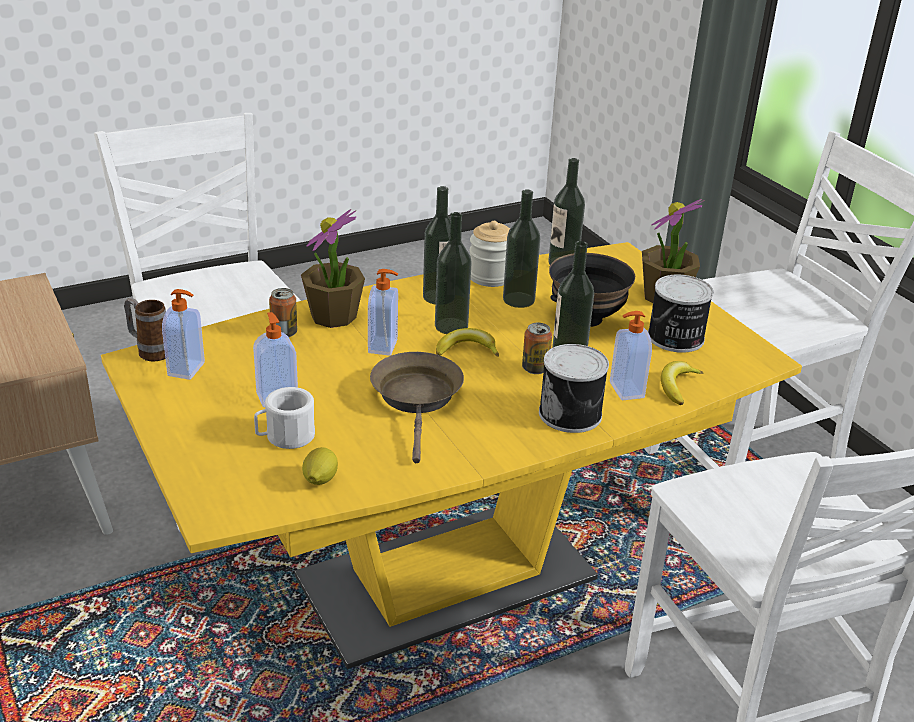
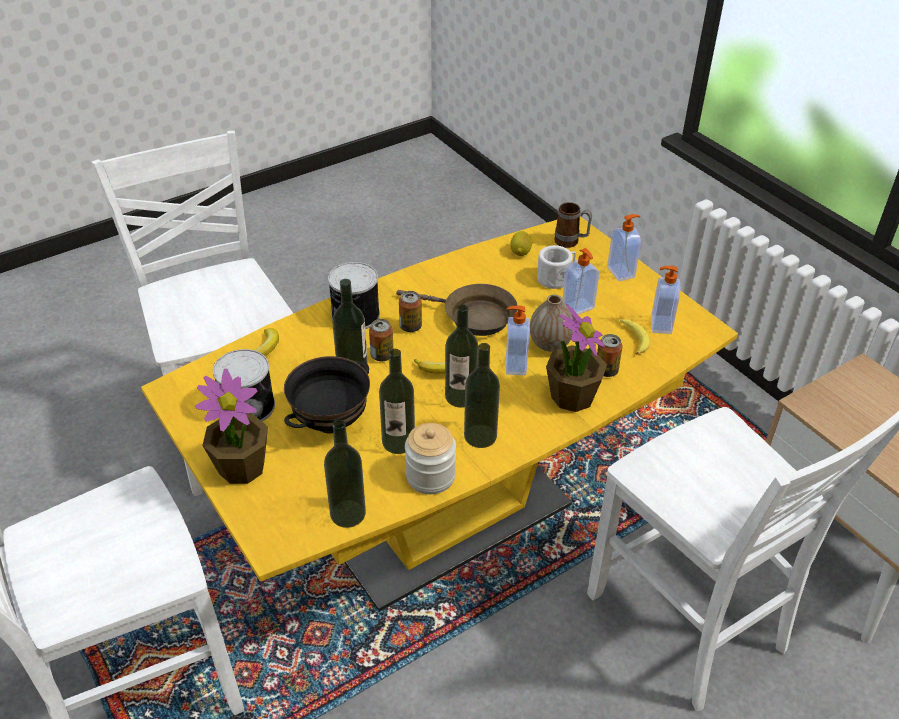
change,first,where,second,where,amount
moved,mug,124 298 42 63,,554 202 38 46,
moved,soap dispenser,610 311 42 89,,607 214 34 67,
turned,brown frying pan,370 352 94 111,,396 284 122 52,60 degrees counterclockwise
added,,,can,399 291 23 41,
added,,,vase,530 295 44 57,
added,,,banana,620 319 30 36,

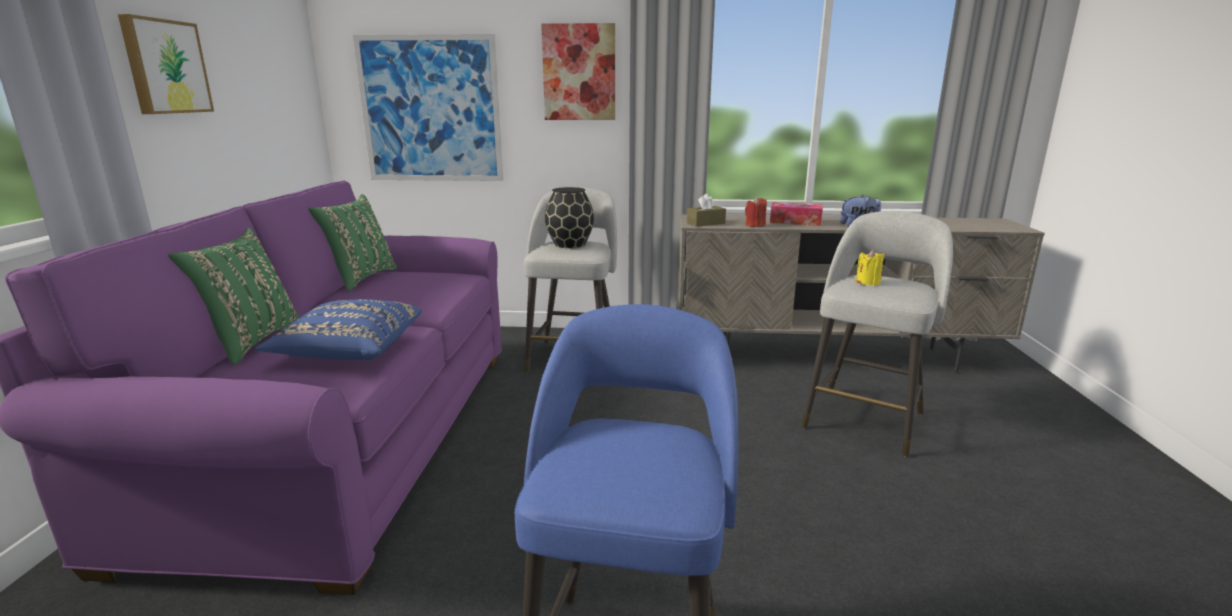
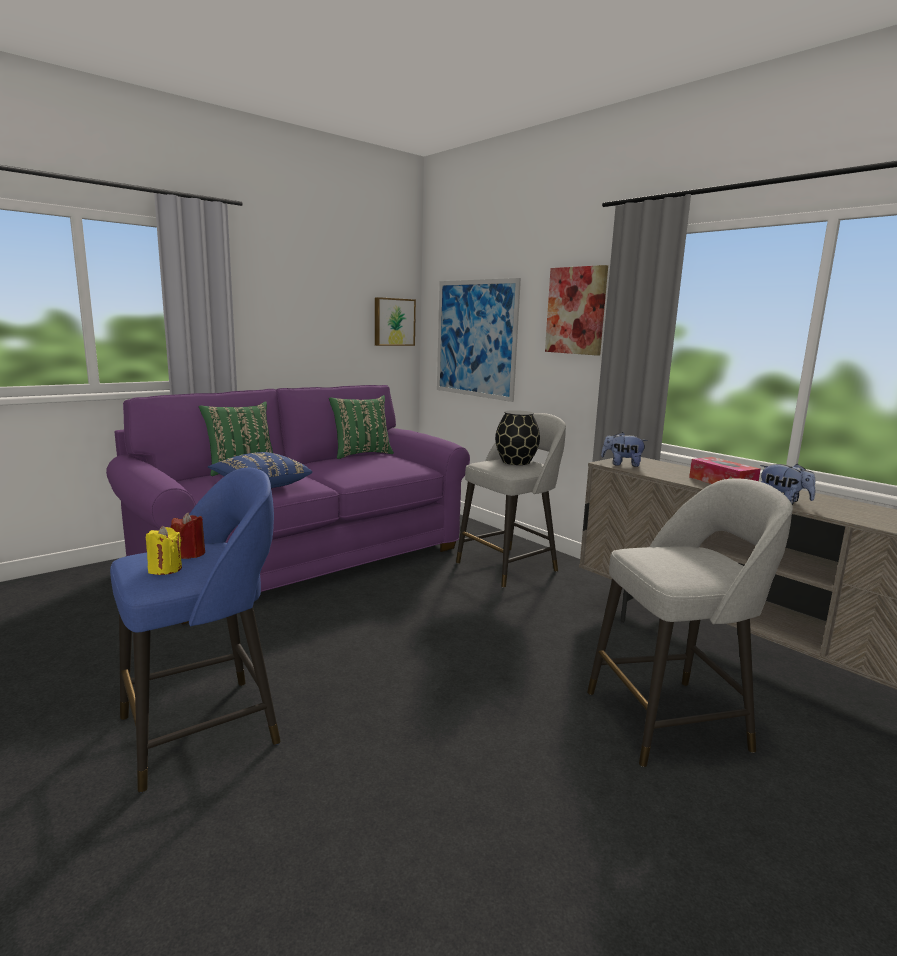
change,first,where,second,where,amount
moved,picture,118 14 96 100,,375 297 41 49,
replaced,brown tissue box,687 194 39 33,plush toy,601 432 47 35,
moved,red candle,745 197 22 30,,171 512 34 47,
moved,yellow candle,856 249 29 37,,146 526 36 49,

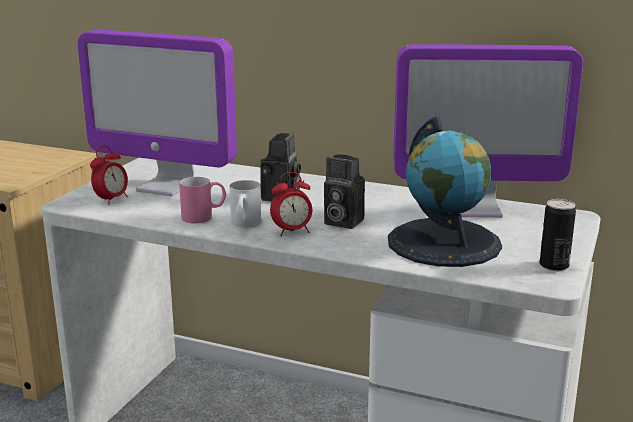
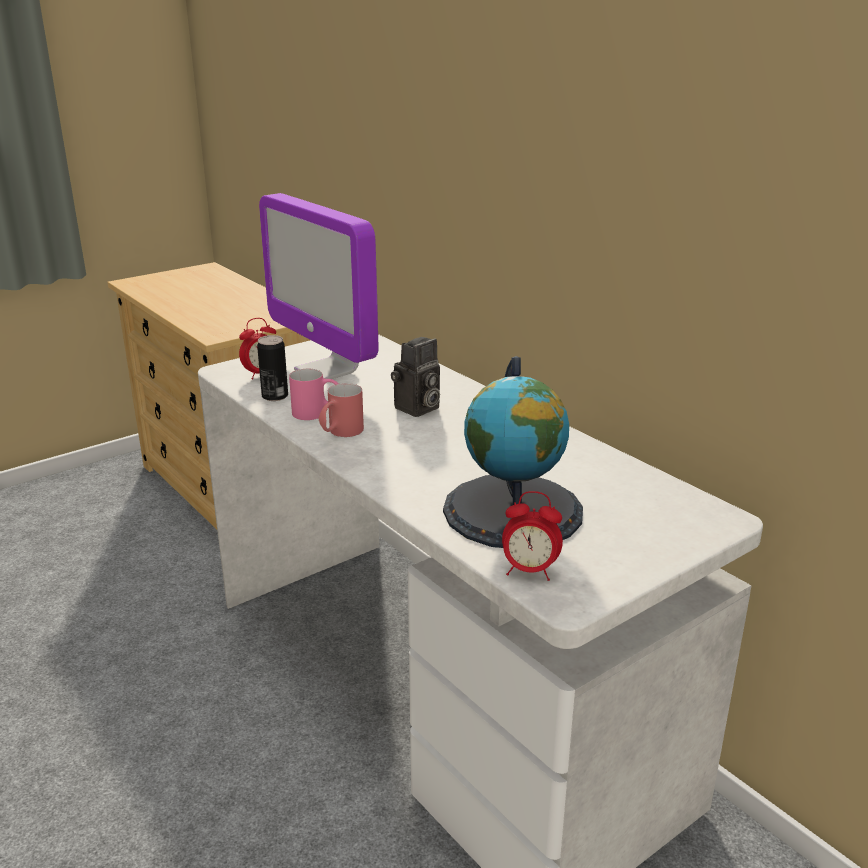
change,first,where,second,where,amount
removed,monitor,393 44 190 174,,,
removed,photo camera,324 154 41 75,,,
moved,alarm clock,270 172 42 64,,502 491 61 90,
recoloured,white mug,230 180 31 48,red mug,319 383 45 54,
moved,can,540 199 36 72,,257 335 31 66,

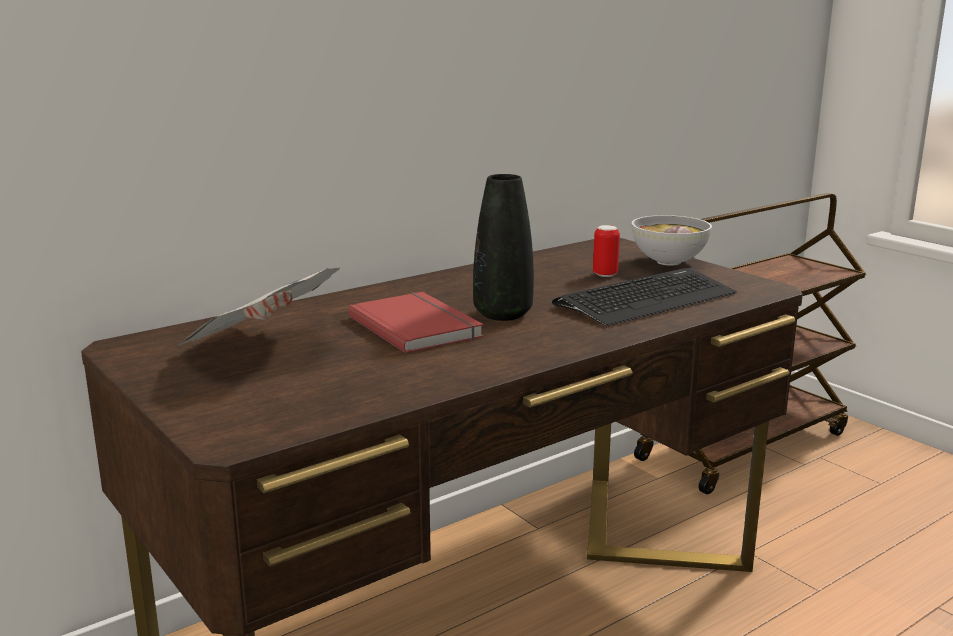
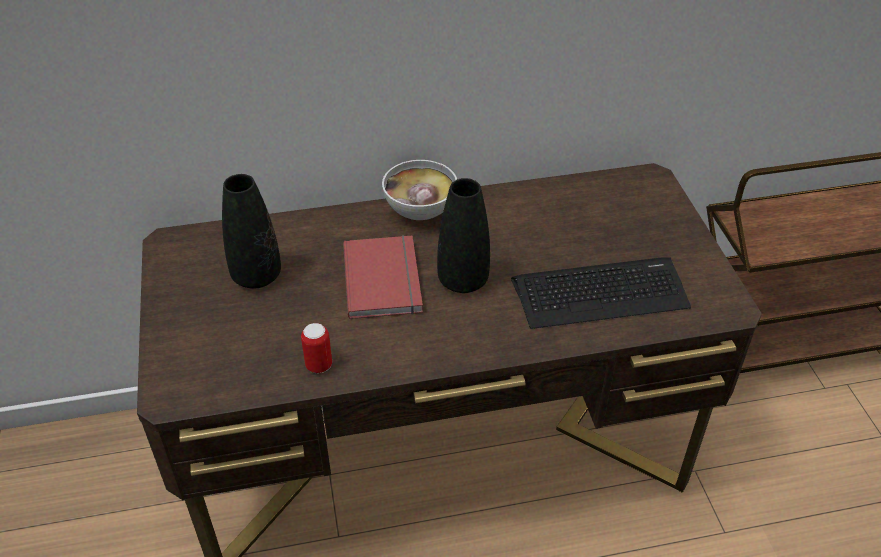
change,first,where,second,where,amount
moved,bowl,632 215 80 51,,382 160 75 60,
moved,can,593 225 27 52,,301 323 31 50,
replaced,newspaper,177 268 163 77,black vase,222 174 59 115,

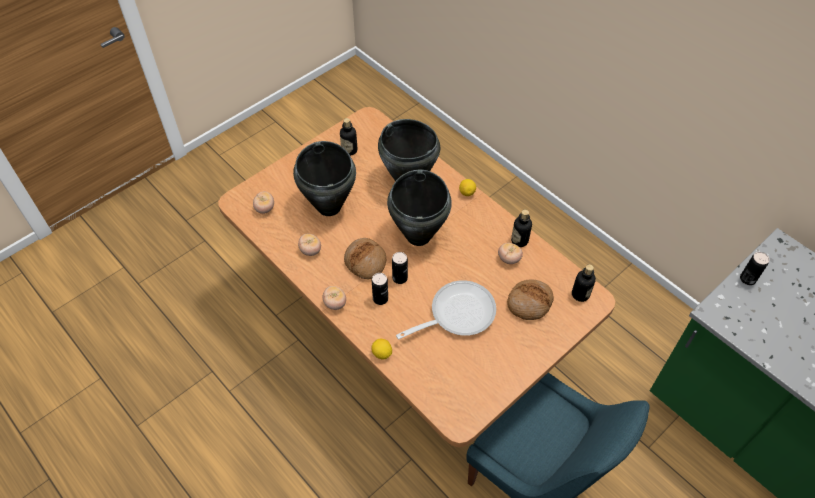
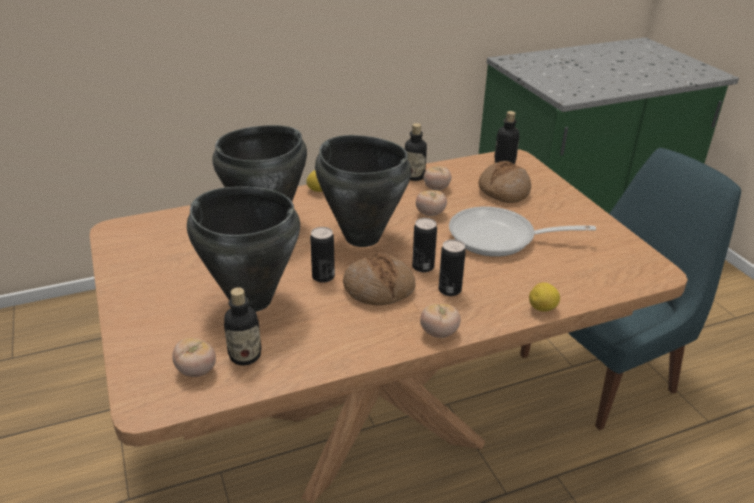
change,first,where,second,where,amount
moved,bottle,340 118 17 38,,224 287 37 79,
moved,tomato,298 234 23 22,,416 190 31 26,
moved,can,740 252 29 33,,310 227 25 56,
turned,frying pan,396 280 100 59,,449 207 147 50,75 degrees counterclockwise

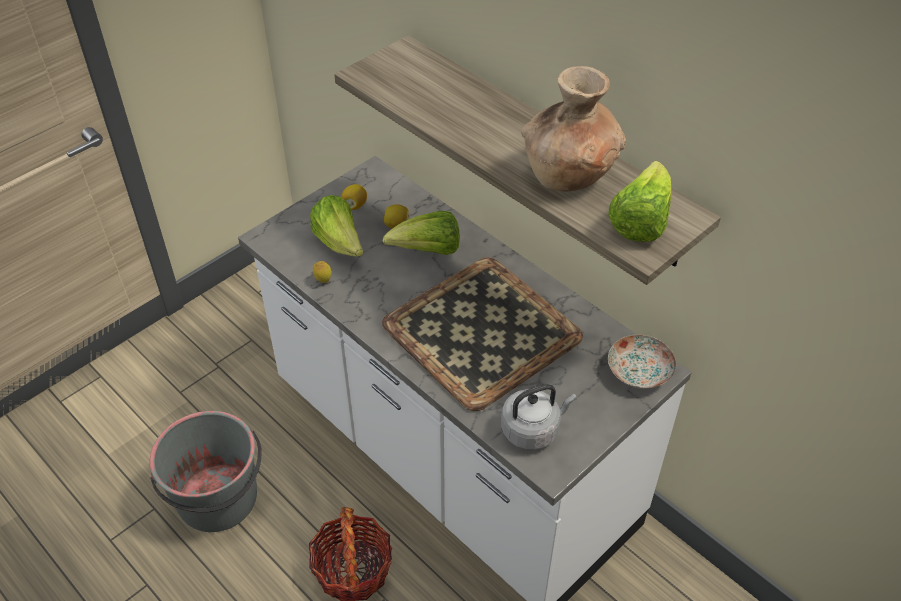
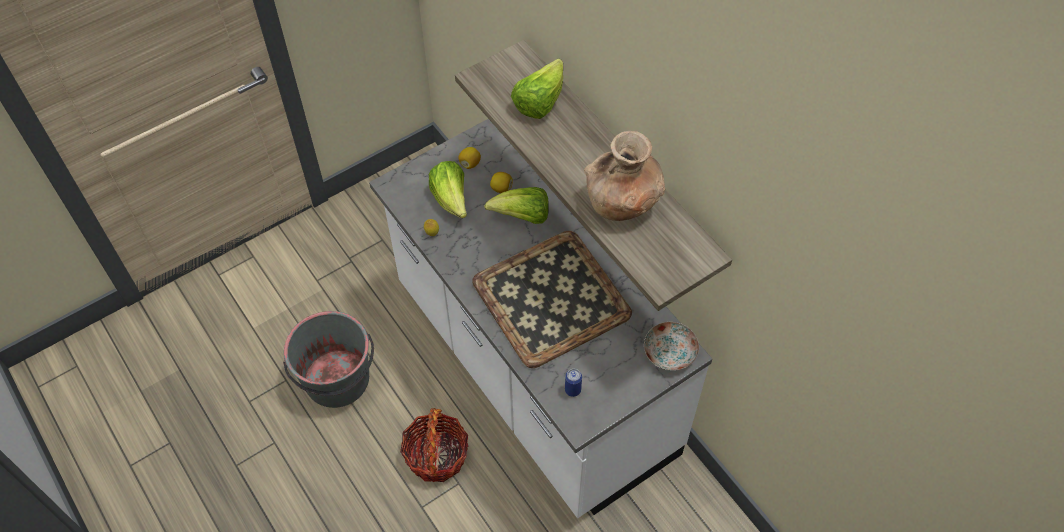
change,first,where,second,where,amount
moved,lettuce,608 161 64 81,,511 58 52 61,
replaced,grey kettle,501 384 76 66,can,565 369 17 28,

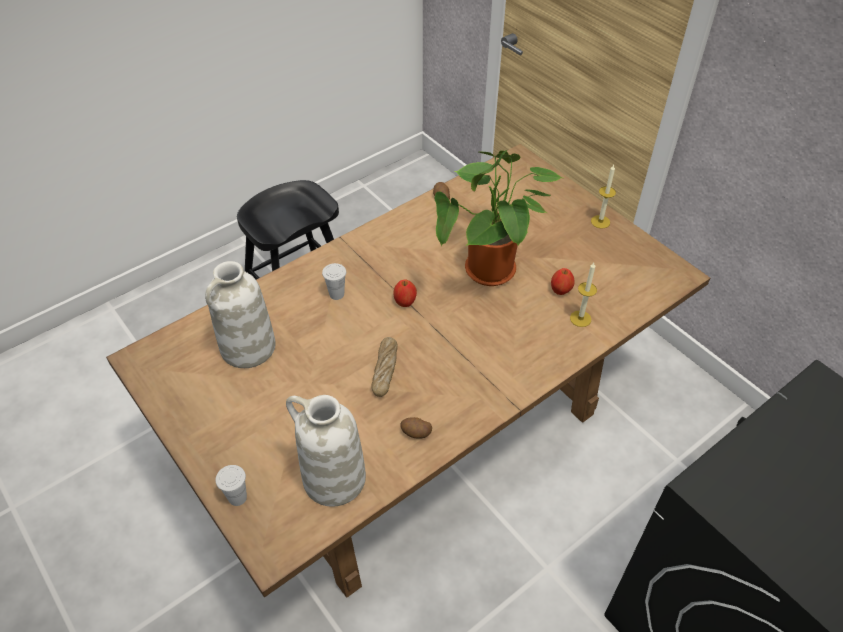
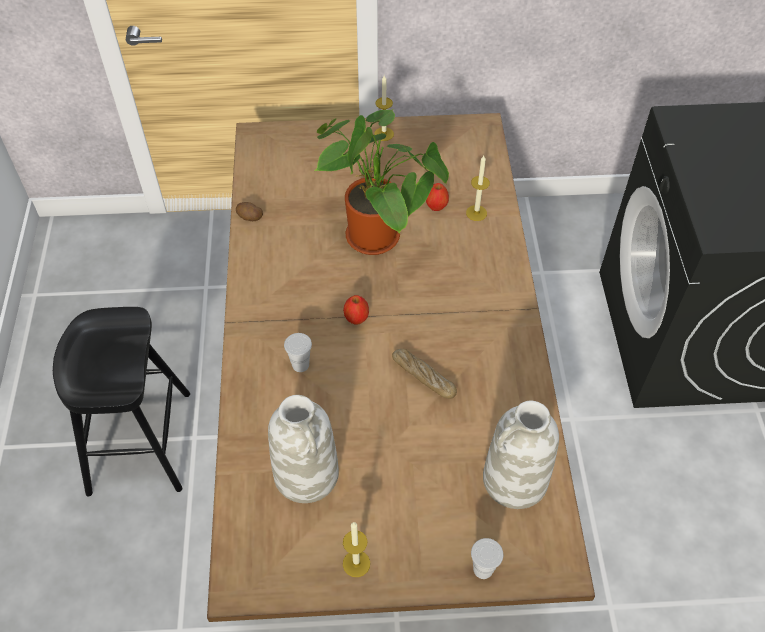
change,first,where,second,where,amount
removed,potato,400 417 32 21,,,
added,,,candle,343 522 27 55,

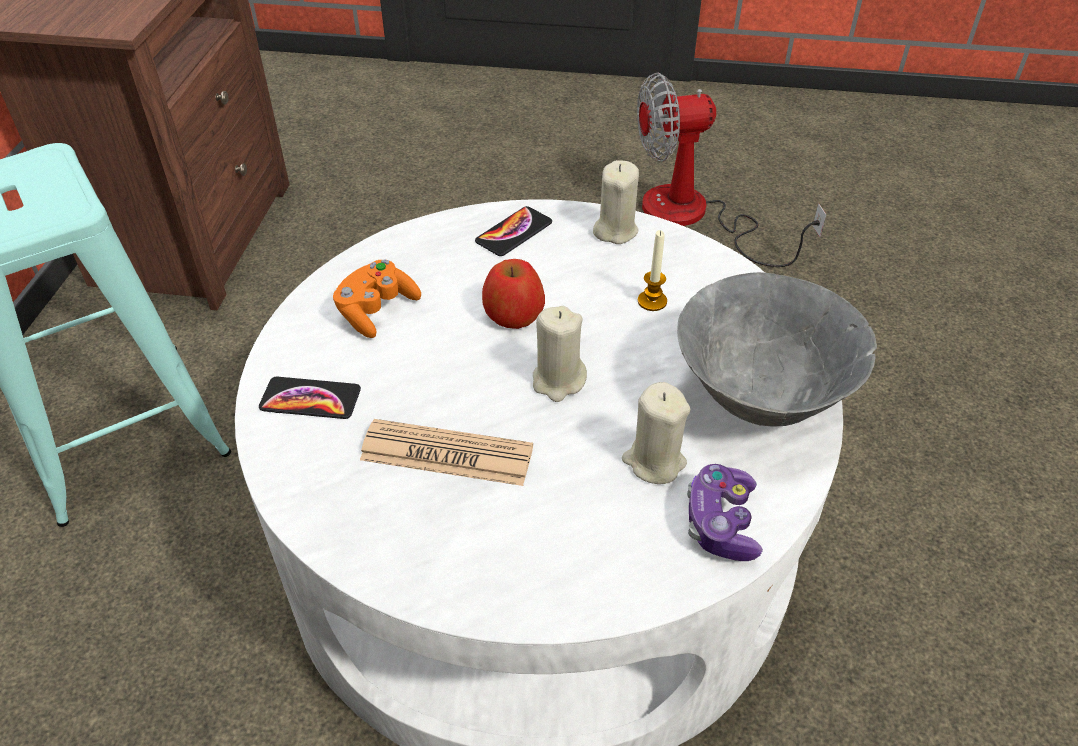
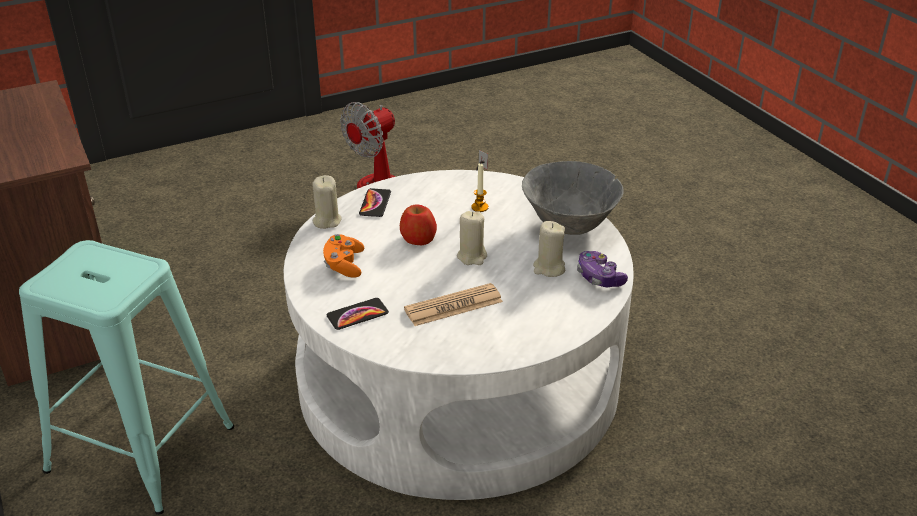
change,first,where,second,where,amount
moved,beige candle,593 160 46 84,,312 175 29 54,

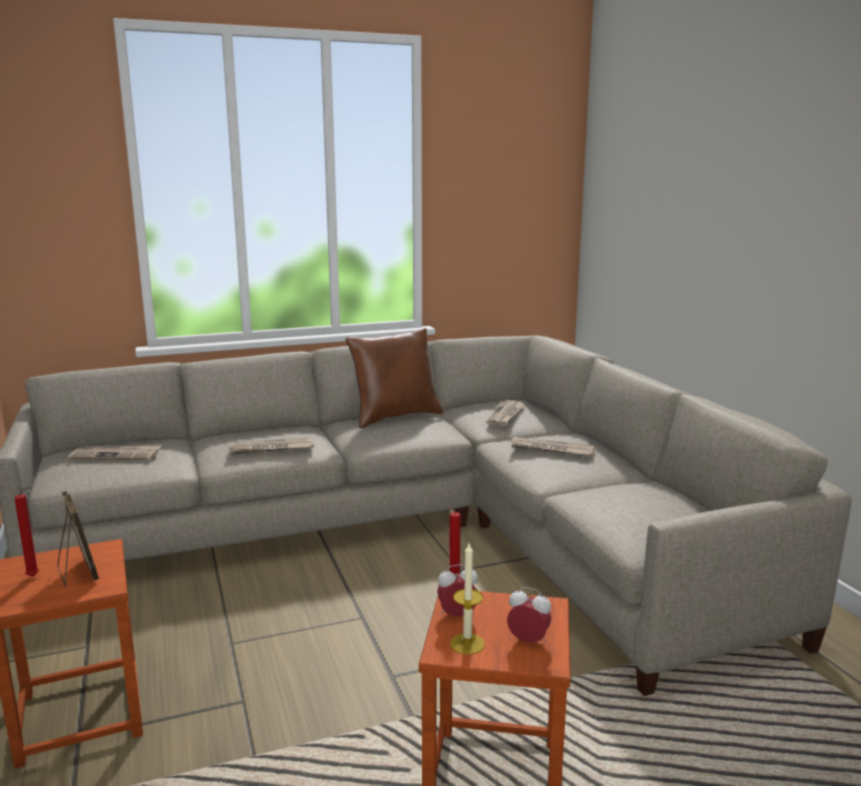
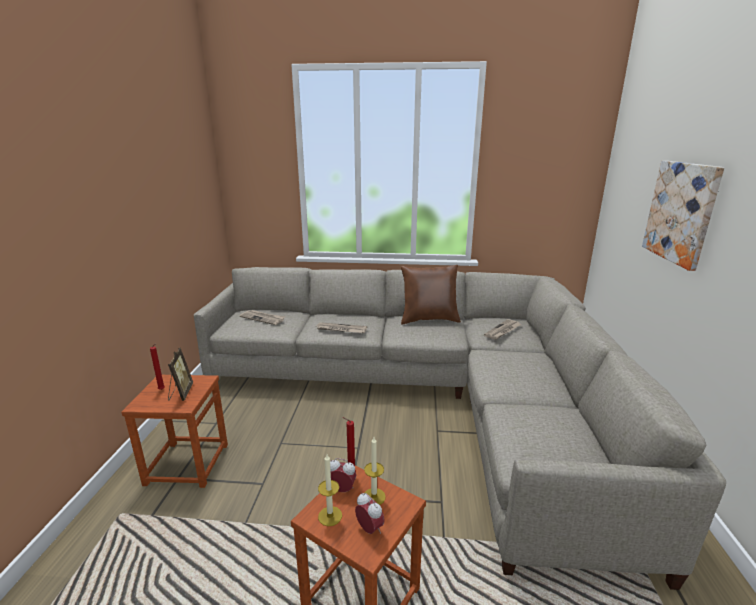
change,first,where,second,where,amount
removed,newspaper,509 437 87 19,,,
added,,,picture,642 161 82 110,
added,,,candle,364 437 22 68,

